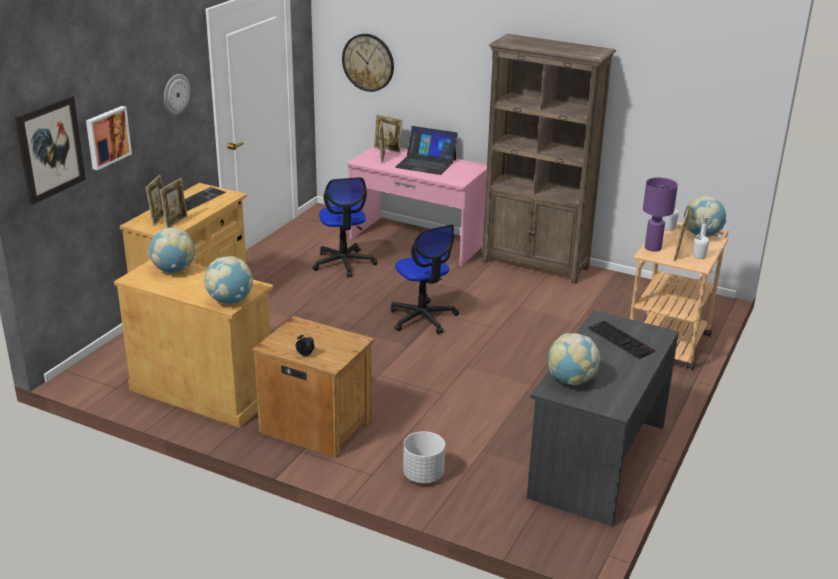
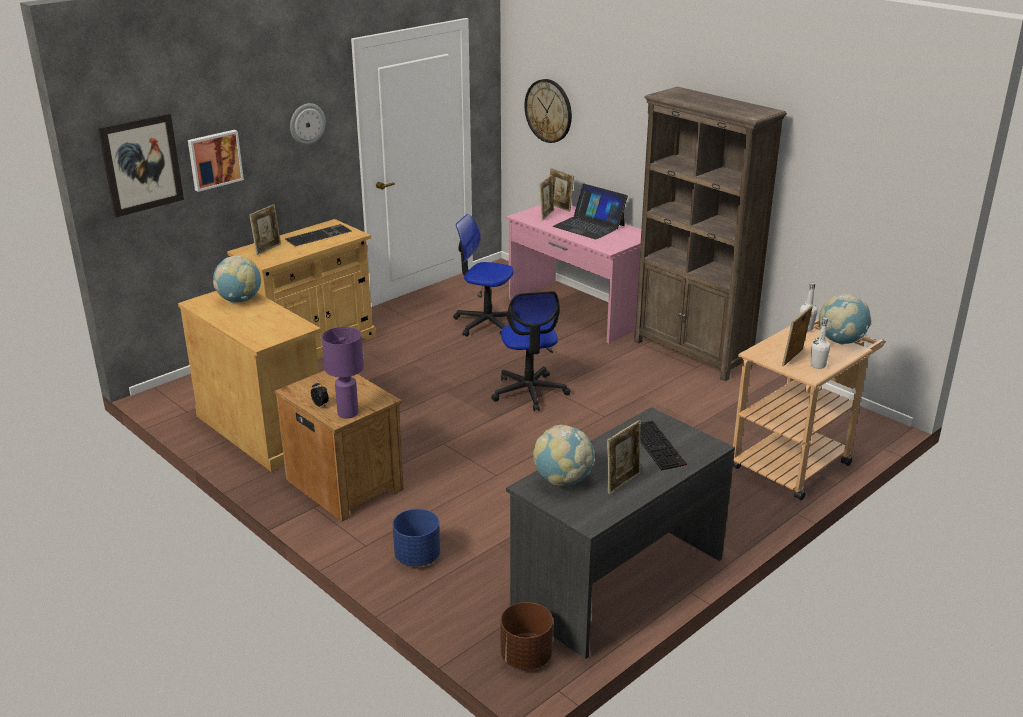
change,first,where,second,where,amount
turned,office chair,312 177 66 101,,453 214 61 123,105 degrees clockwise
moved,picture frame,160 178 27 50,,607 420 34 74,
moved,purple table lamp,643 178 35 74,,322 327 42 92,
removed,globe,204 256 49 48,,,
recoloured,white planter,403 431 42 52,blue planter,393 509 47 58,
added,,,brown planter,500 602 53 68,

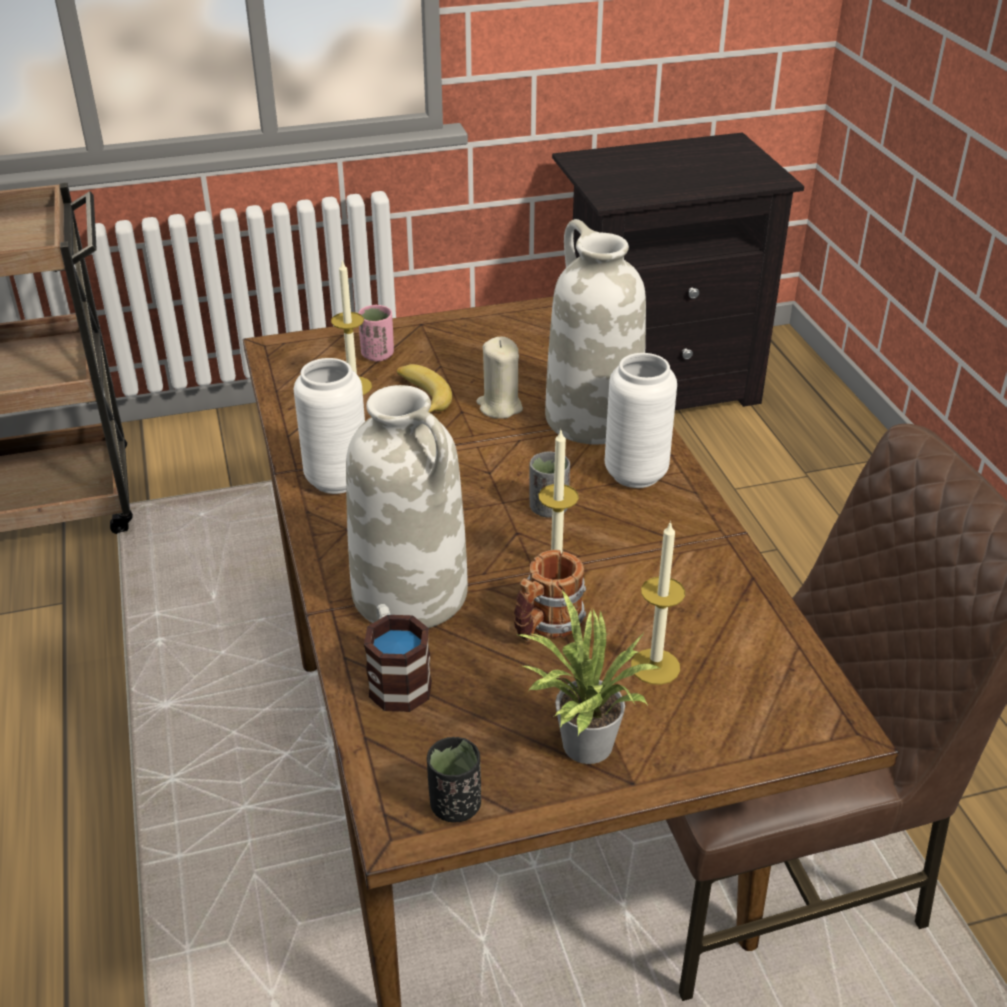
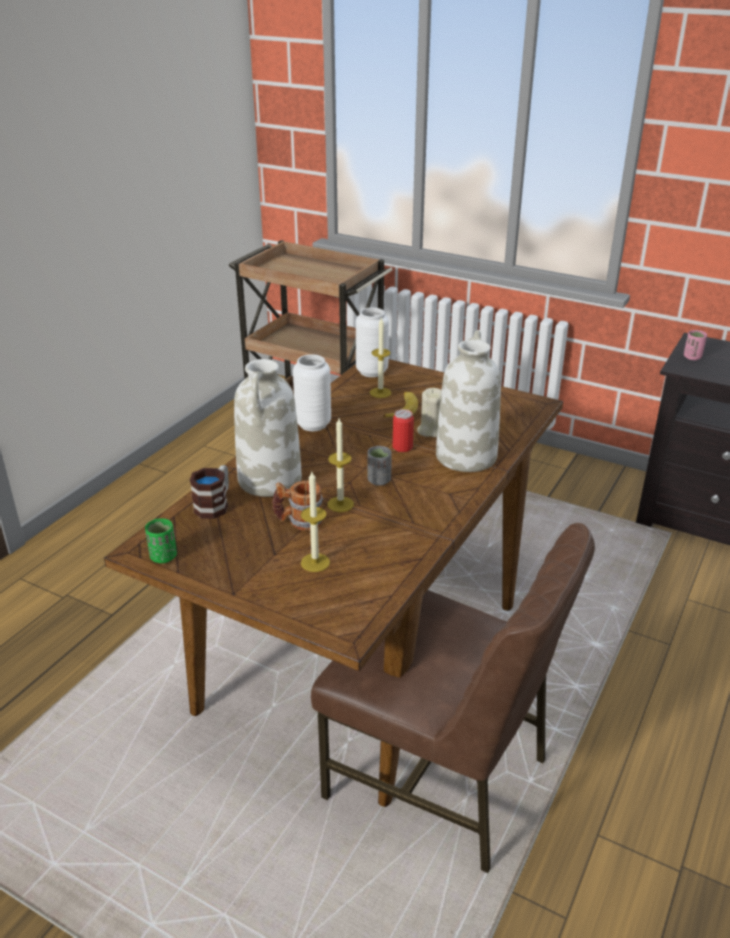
change,first,where,second,where,amount
moved,pink cup,358 305 36 56,,684 330 23 30,
moved,white vase,605 353 72 135,,356 308 33 69,
removed,potted plant,515 591 145 173,,,
recoloured,black cup,427 737 54 86,green cup,145 518 32 45,
added,,,can,393 409 21 43,

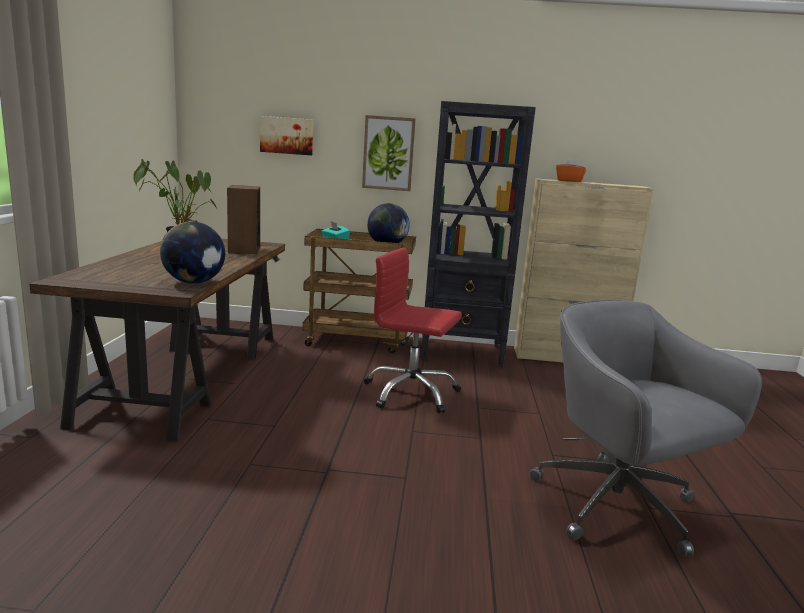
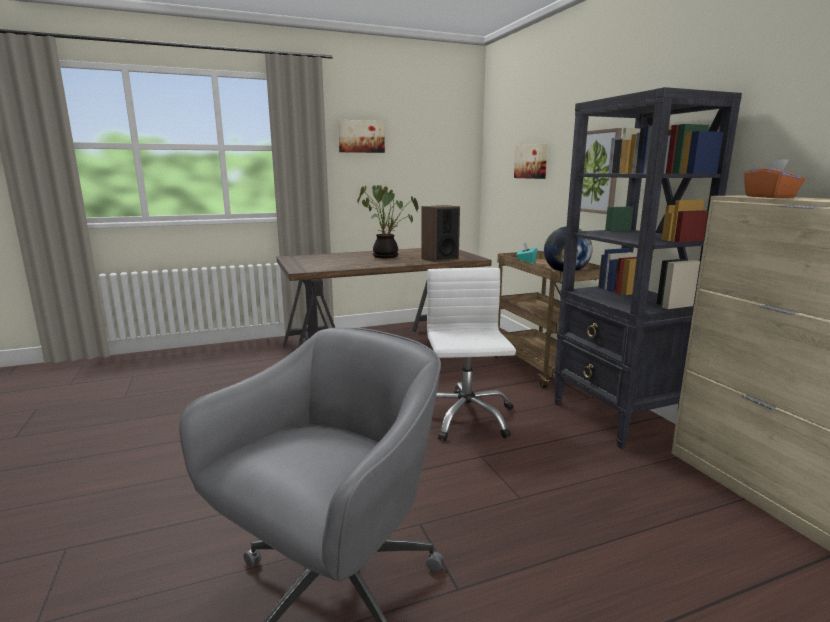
change,first,where,second,where,amount
removed,globe,160 222 65 61,,,
recoloured,red office chair,364 247 98 166,white office chair,427 268 89 173,
added,,,picture,338 120 47 33,

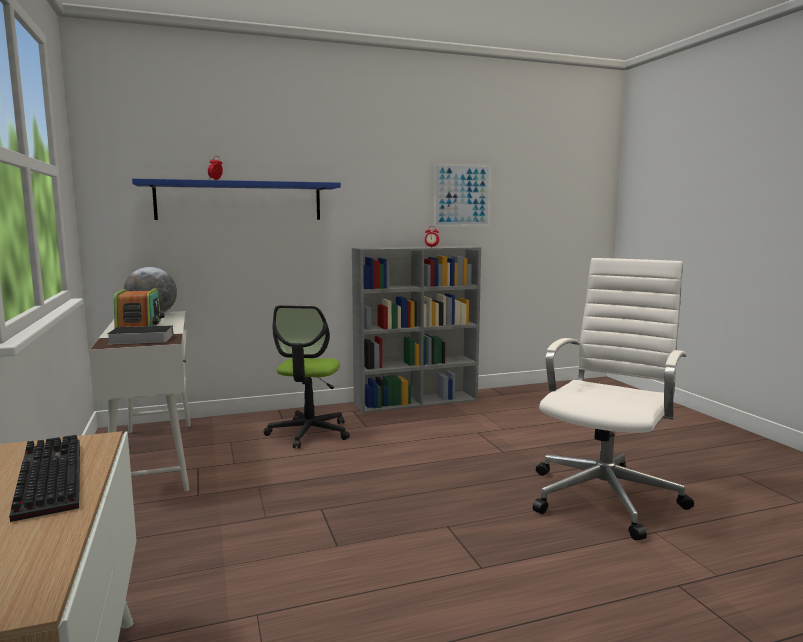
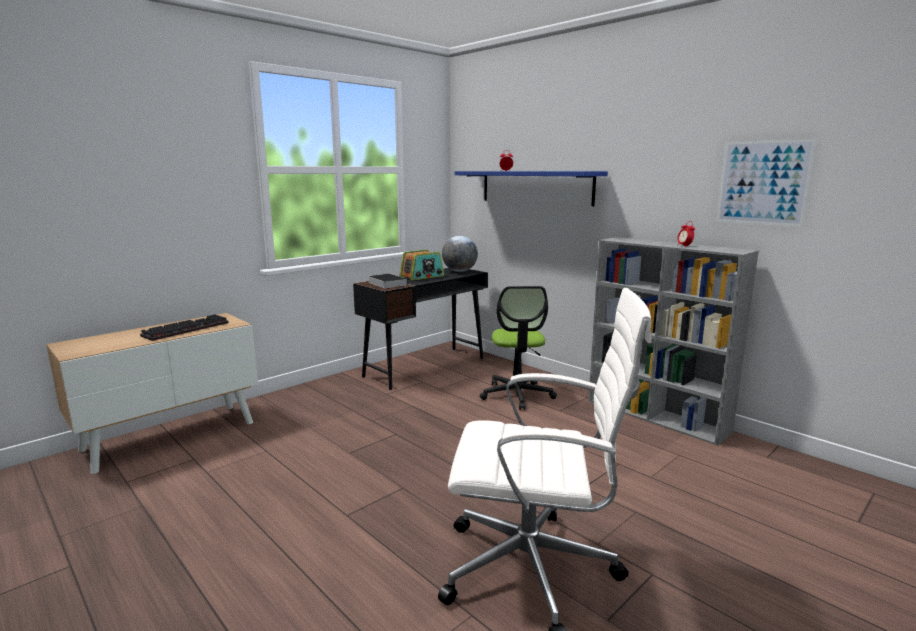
change,first,where,second,where,amount
turned,office chair,264 305 86 143,,480 286 77 124,75 degrees counterclockwise
recoloured,white desk,89 311 102 180,black desk,353 268 135 122,

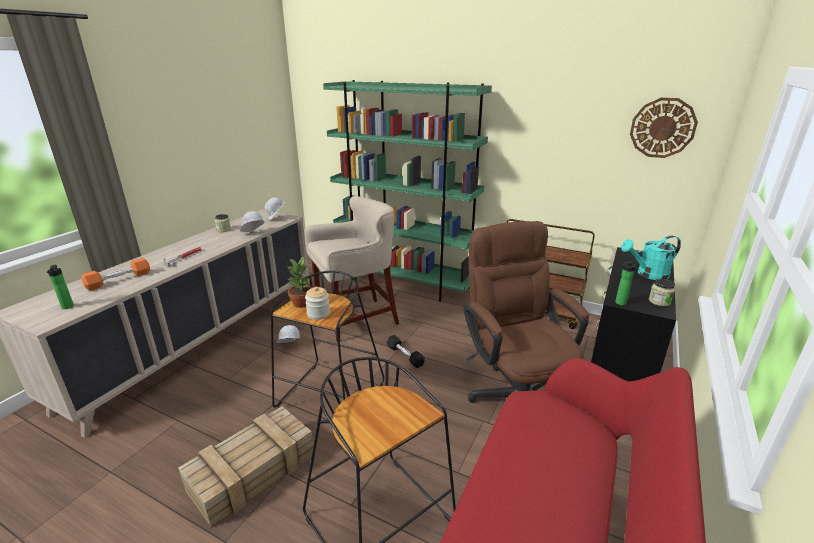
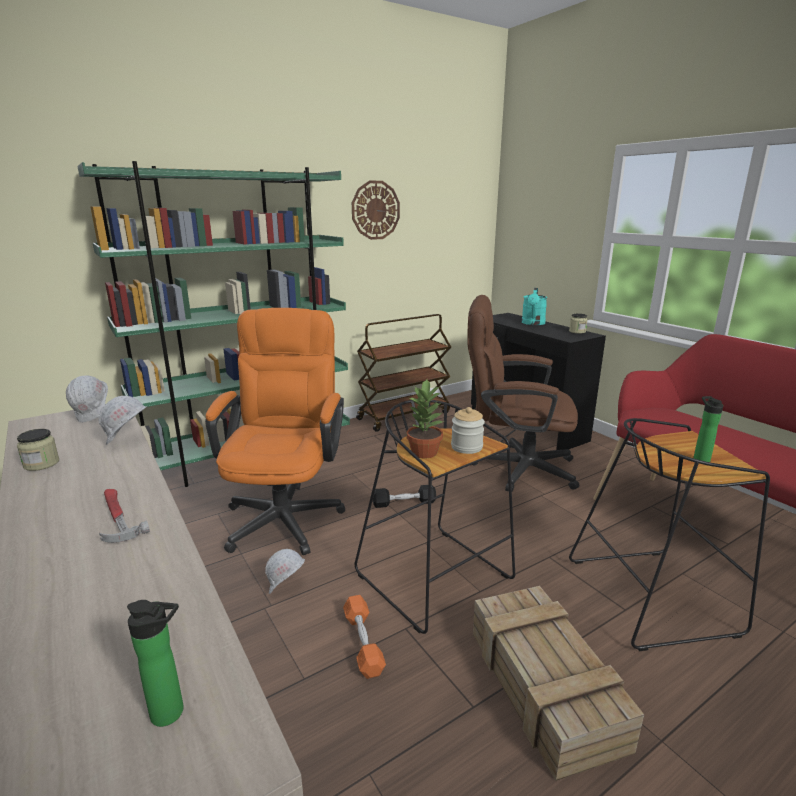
change,first,where,second,where,amount
moved,wall clock,630 98 68 60,,352 180 48 60,
replaced,beige stool,305 196 94 147,orange office chair,205 308 140 247,
moved,orange dumbbell,82 258 68 32,,343 595 43 84,
moved,bottle,615 259 24 46,,694 396 29 66,

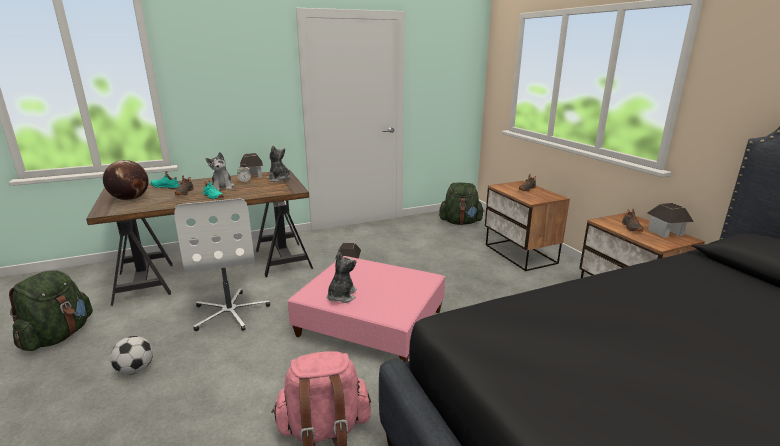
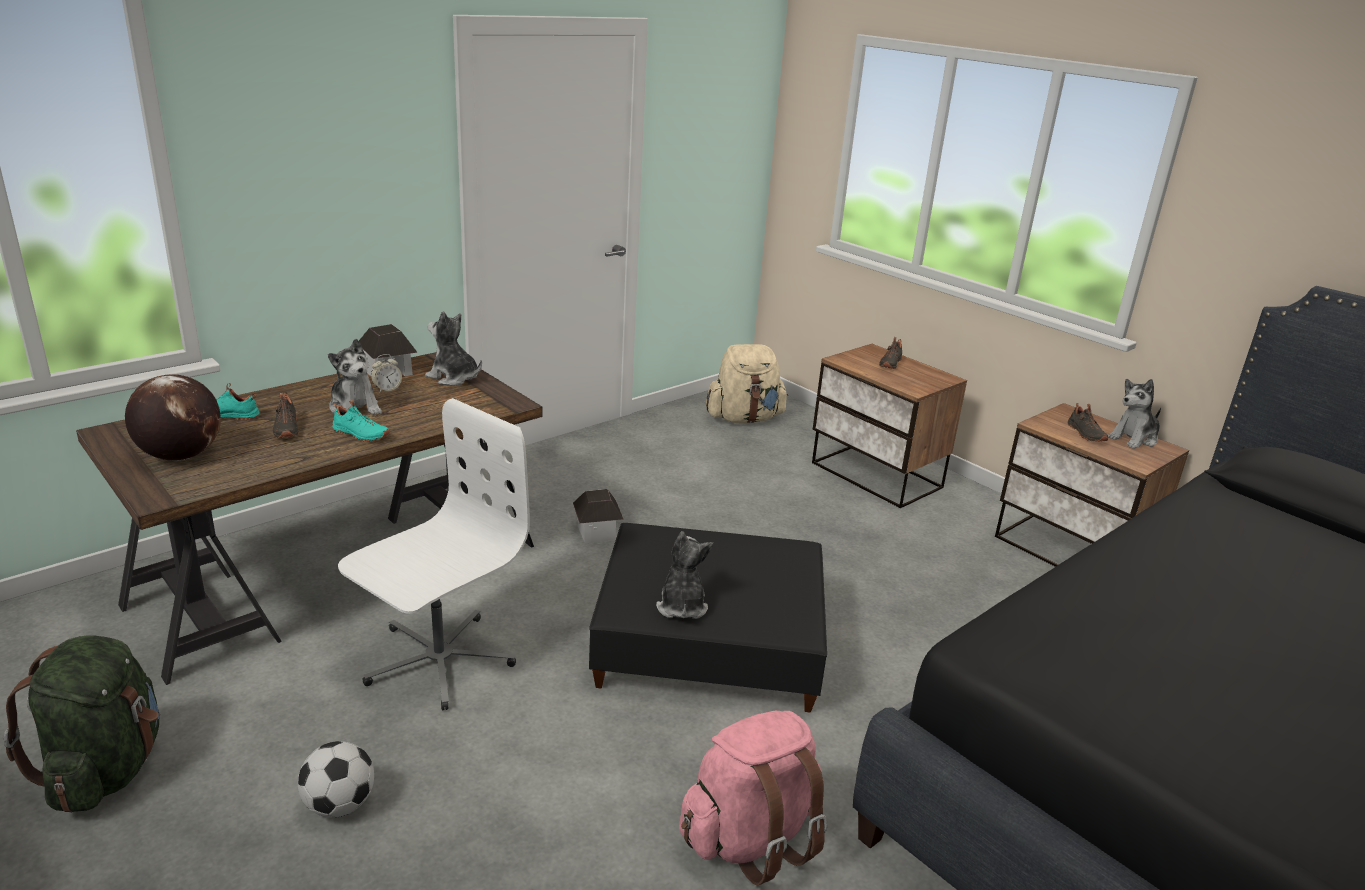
change,first,where,second,where,amount
recoloured,green backpack,439 183 45 42,beige backpack,706 344 82 80,
turned,white office chair,174 198 96 133,,338 398 192 313,105 degrees counterclockwise
replaced,toy house,647 203 47 35,plush toy,1108 379 53 70,
recoloured,pink ottoman,287 256 158 106,black ottoman,589 523 238 190,

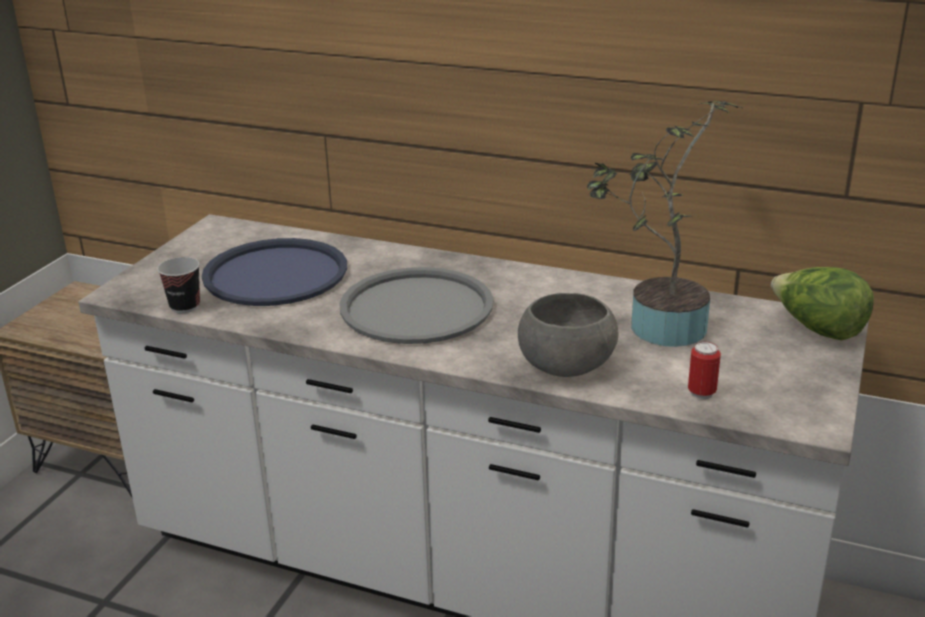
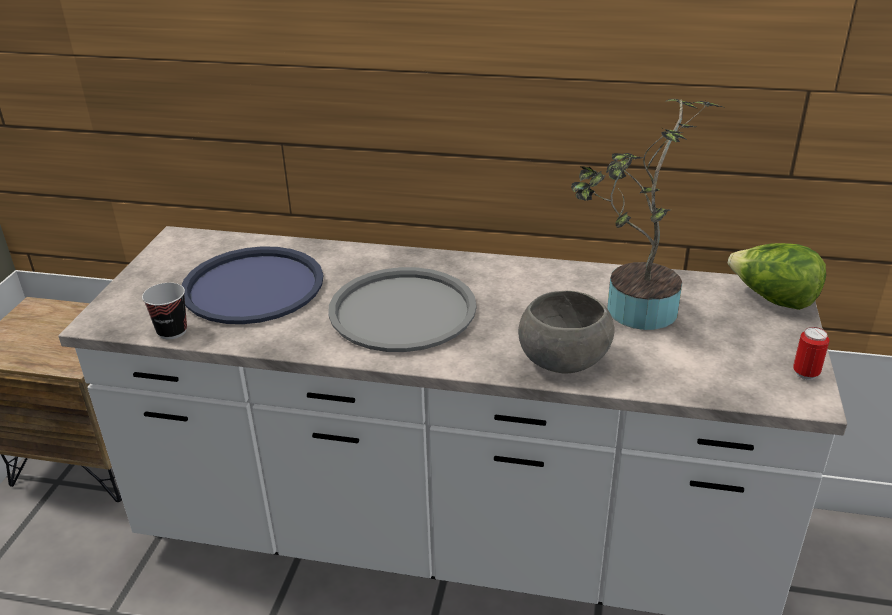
change,first,where,second,where,amount
moved,can,688 342 33 57,,793 327 36 53,

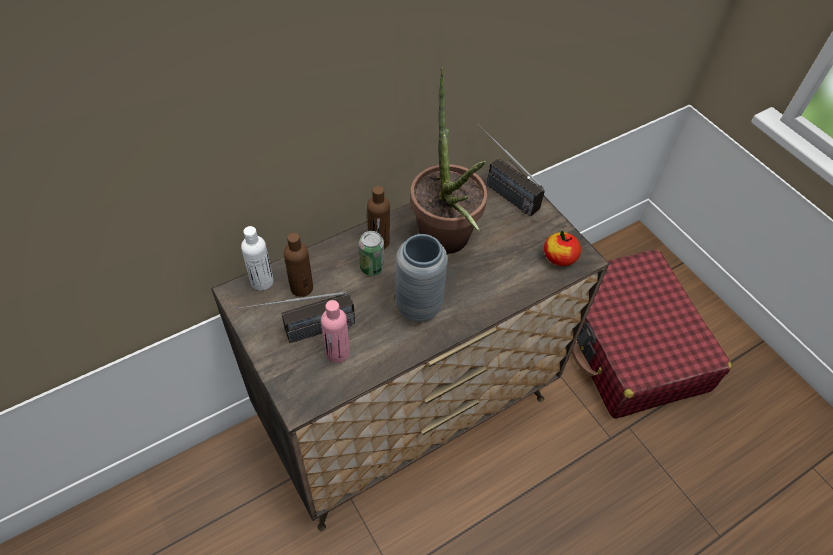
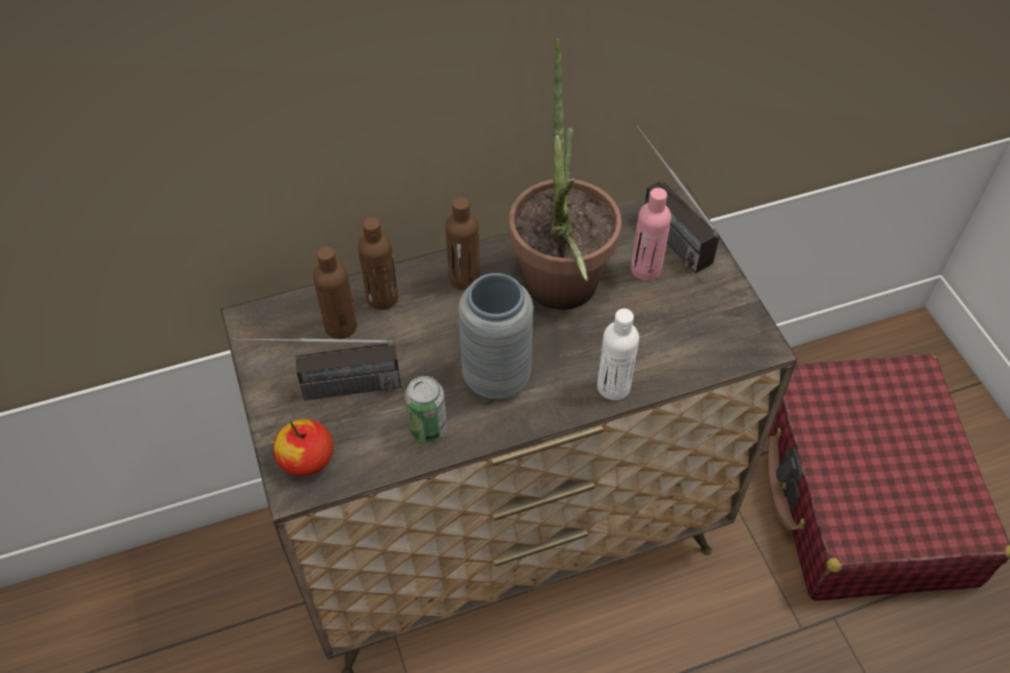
change,first,where,second,where,amount
moved,white bottle,241 226 32 65,,597 309 42 91,
moved,can,359 231 25 45,,405 376 42 66,
moved,apple,544 231 37 35,,273 419 60 57,
moved,pink bottle,321 300 29 63,,631 188 40 92,
added,,,brown bottle,358 217 40 93,

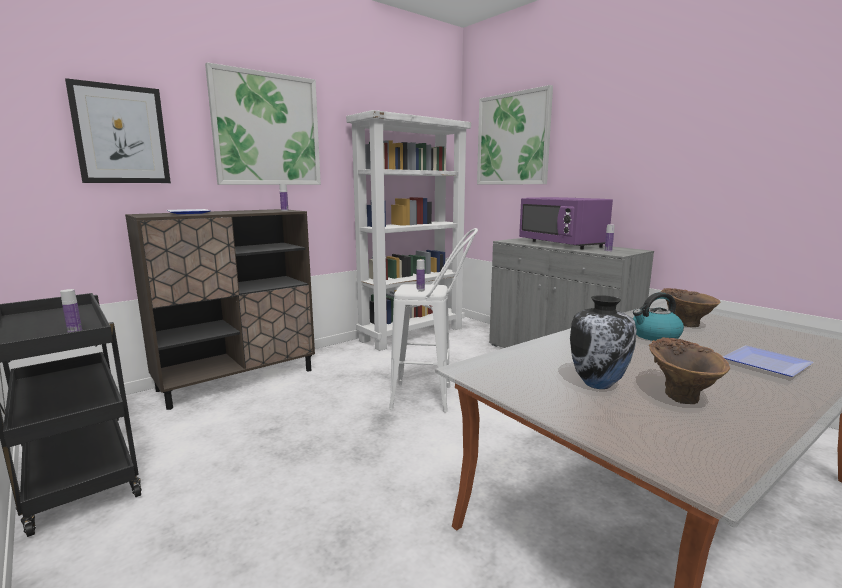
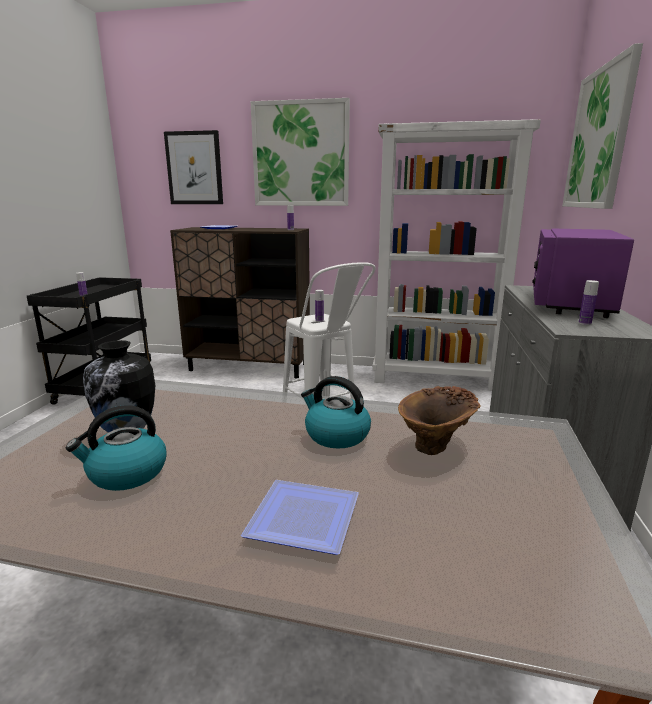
change,first,where,second,where,amount
replaced,brown vase,649 338 81 66,kettle,66 405 101 86,

